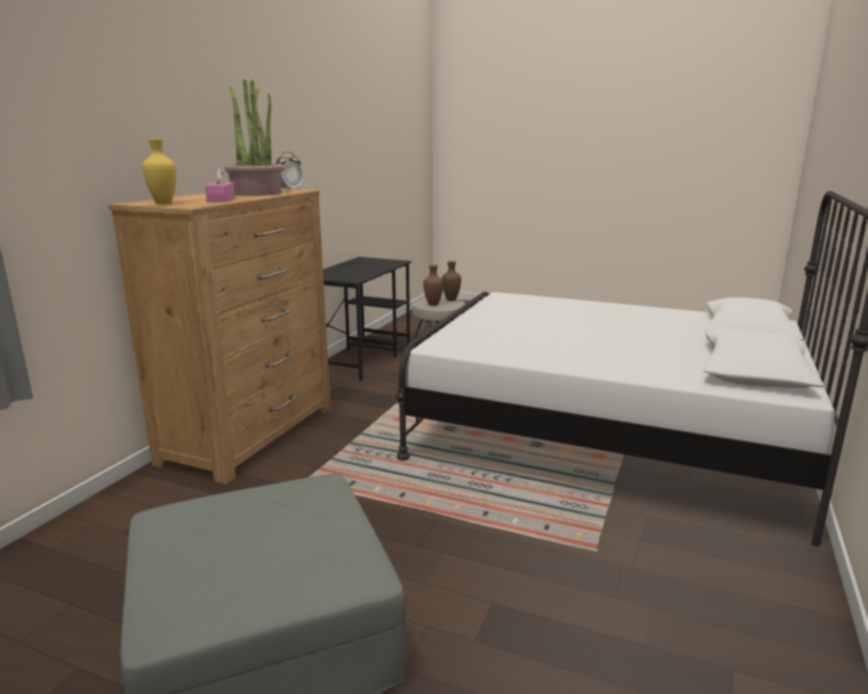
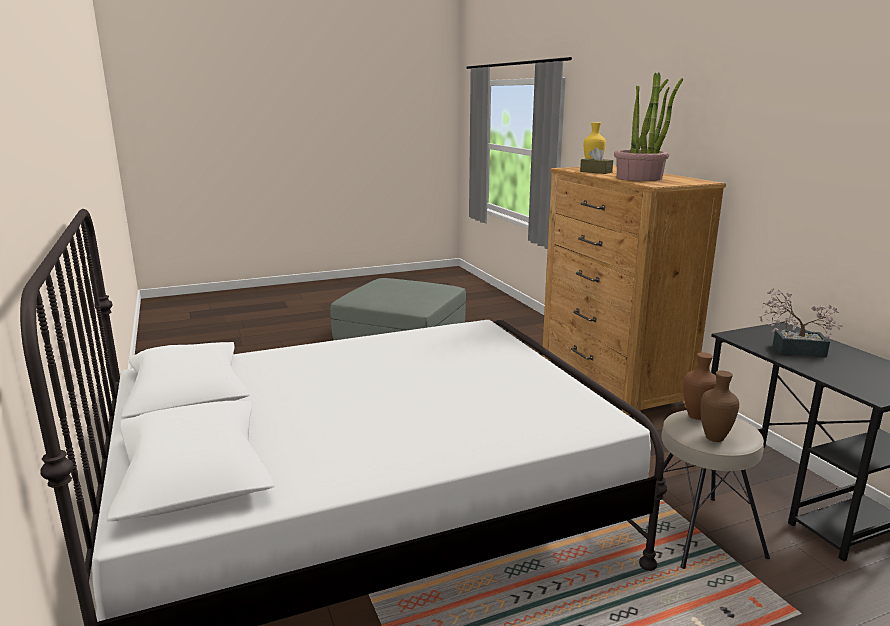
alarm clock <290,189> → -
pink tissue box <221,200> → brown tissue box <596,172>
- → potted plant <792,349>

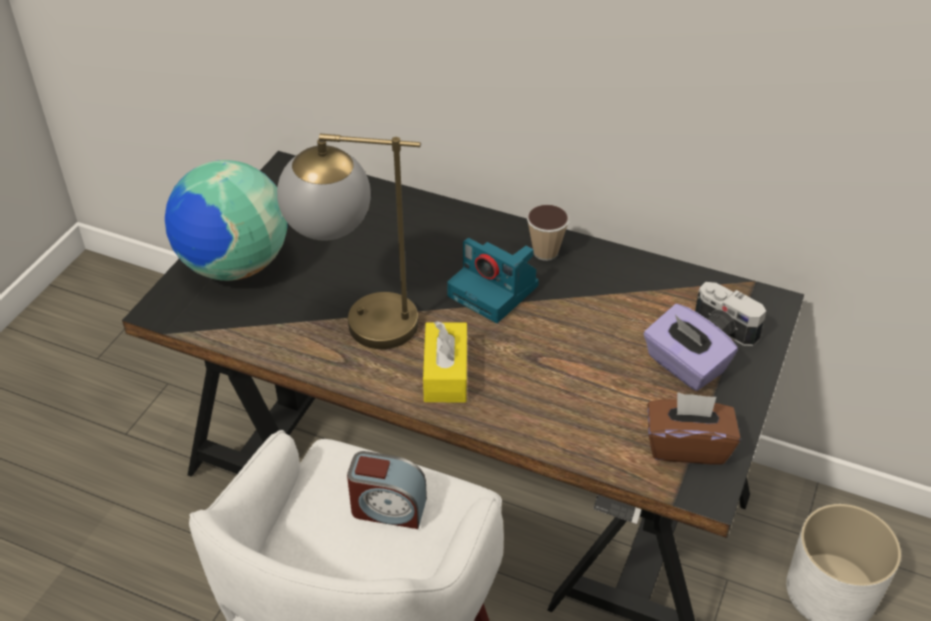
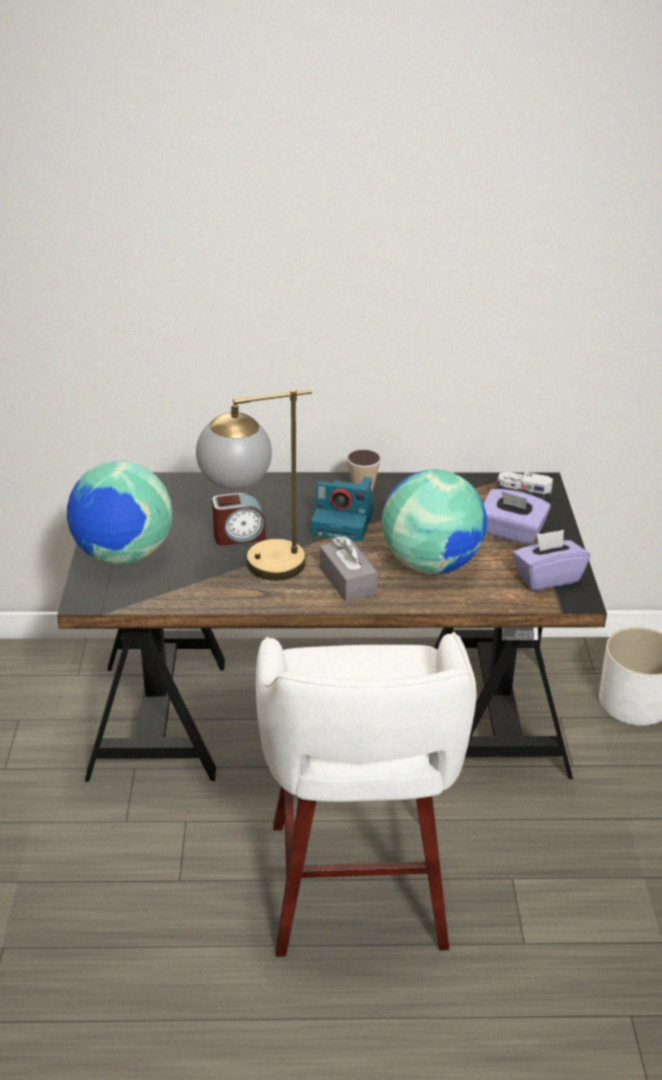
yellow tissue box <445,373> → grey tissue box <347,581>
brown tissue box <687,445> → purple tissue box <547,578>
alarm clock <388,508> → alarm clock <239,536>, relocated
- → globe <431,564>

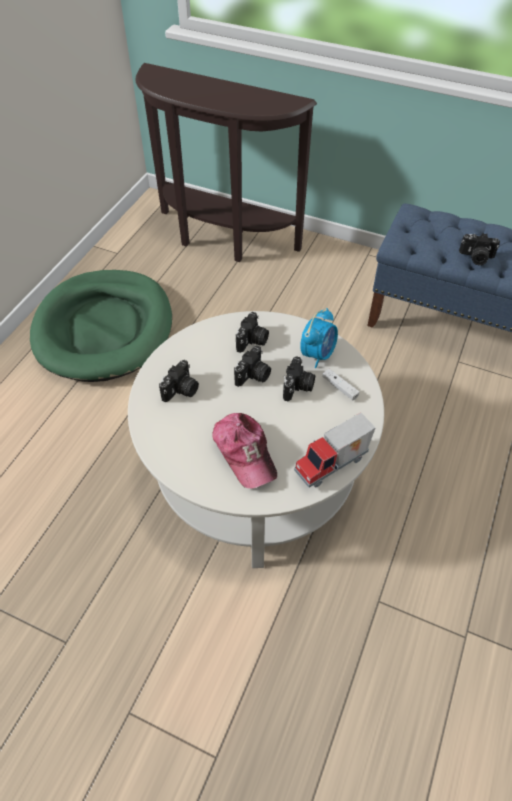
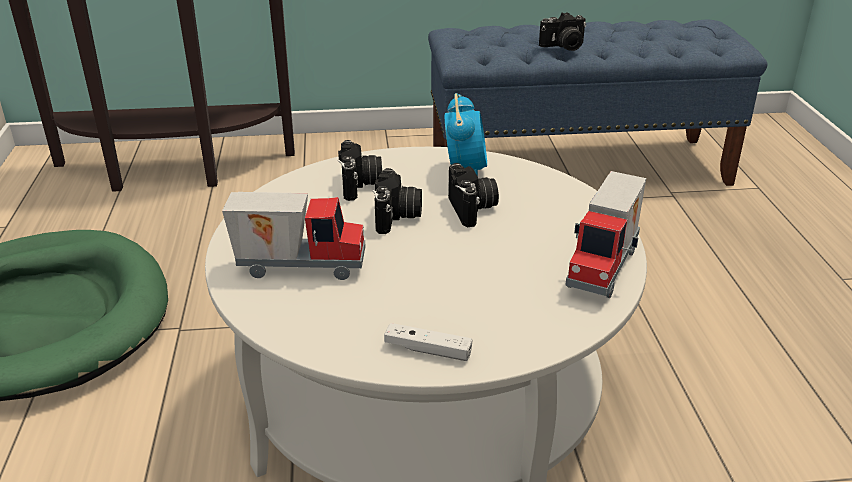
photo camera <181,391> → toy truck <300,265>
white game controller <340,387> → white game controller <428,350>, relocated
cap <244,453> → -

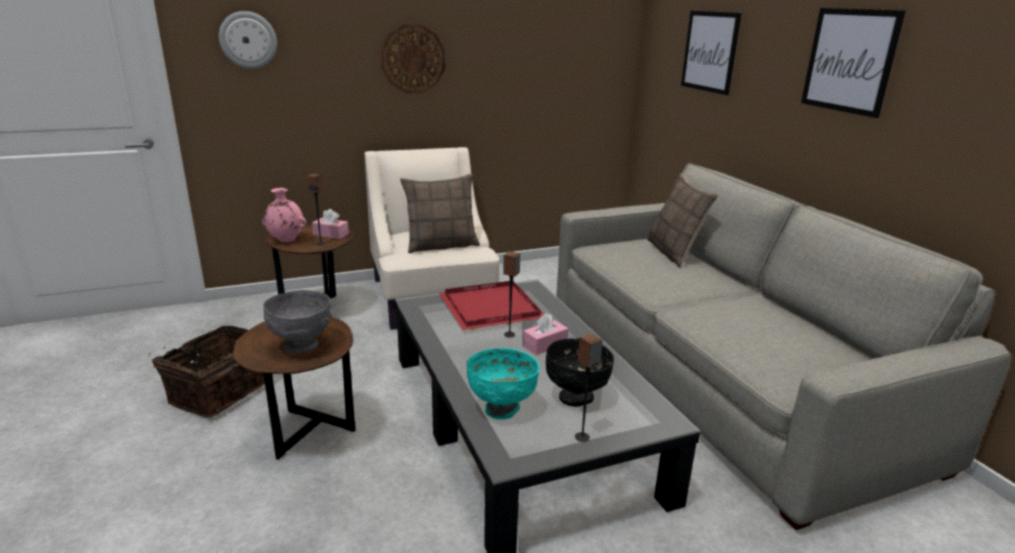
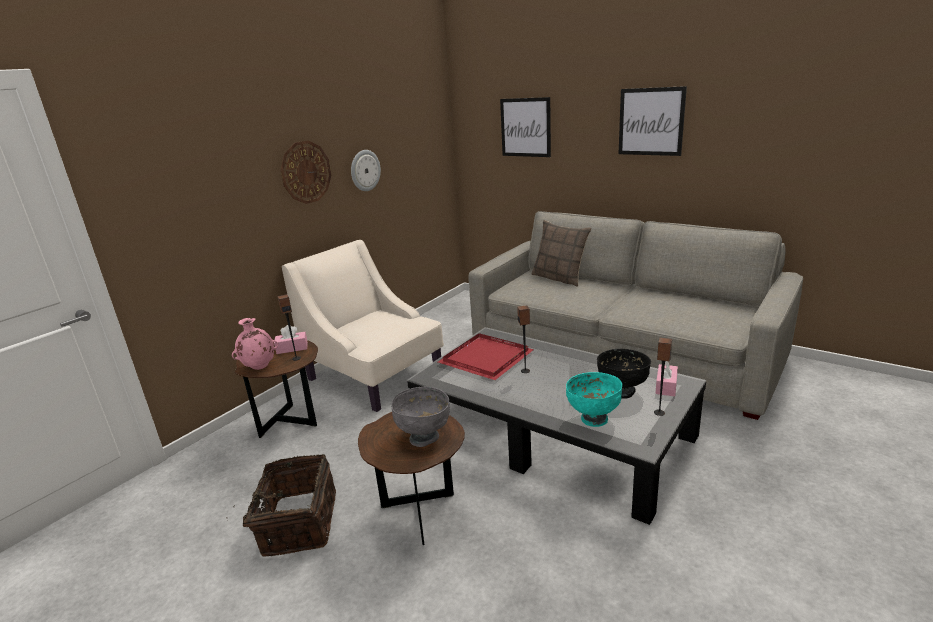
wall clock <248,40> → wall clock <365,170>, relocated
pillow <441,245> → -
pink tissue box <545,345> → pink tissue box <666,386>, relocated

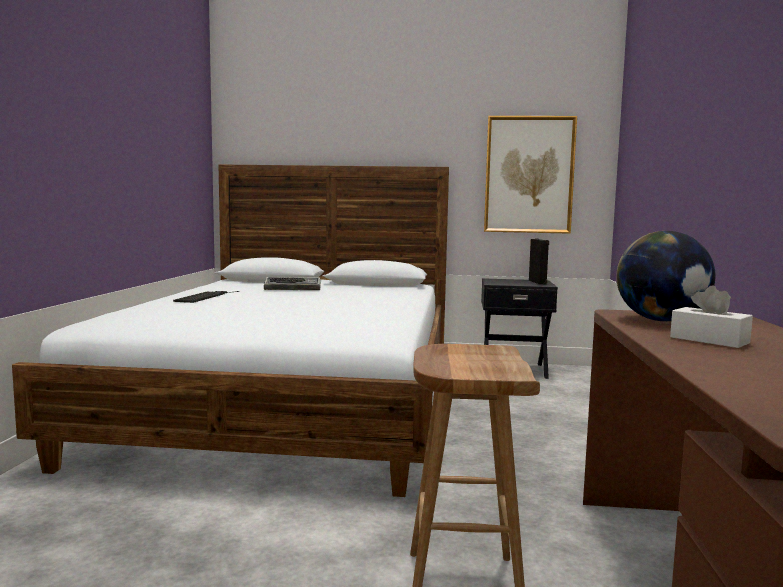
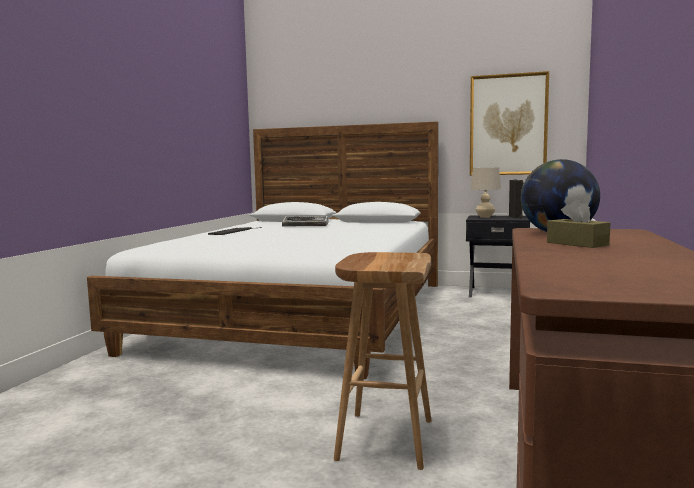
white tissue box <709,340> → brown tissue box <577,244>
- → beige table lamp <485,217>

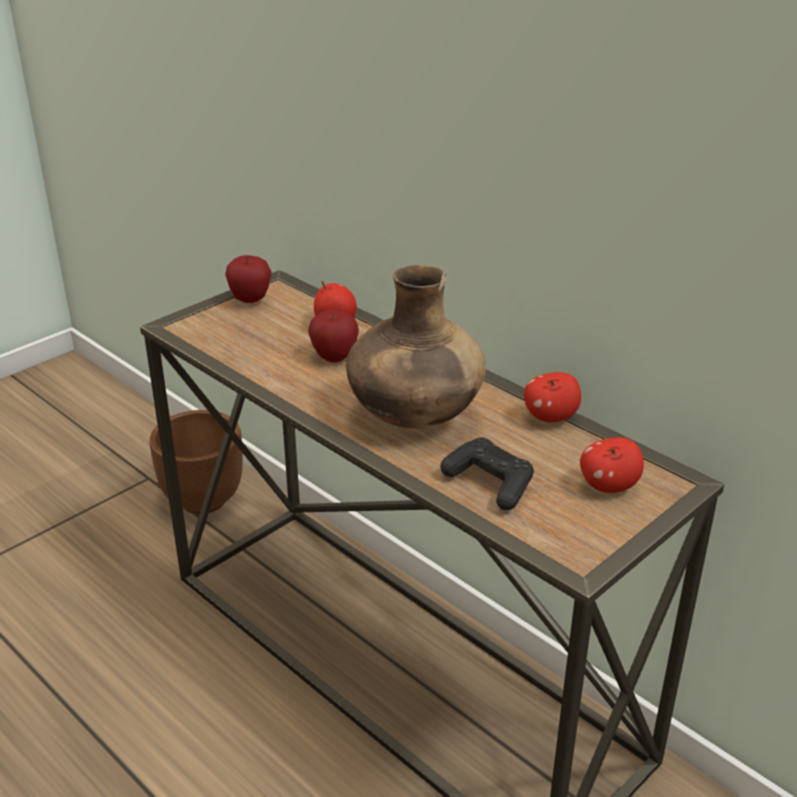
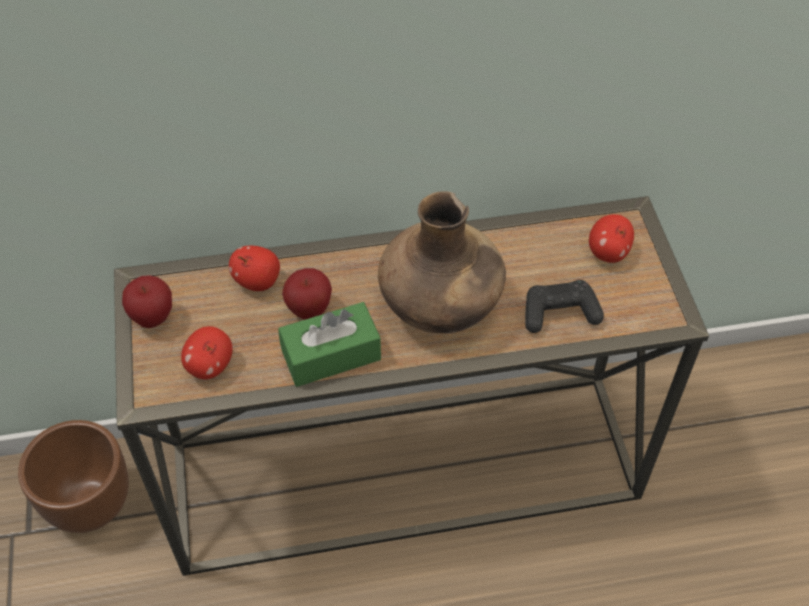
apple <550,417> → apple <210,366>, relocated
- → green tissue box <331,355>

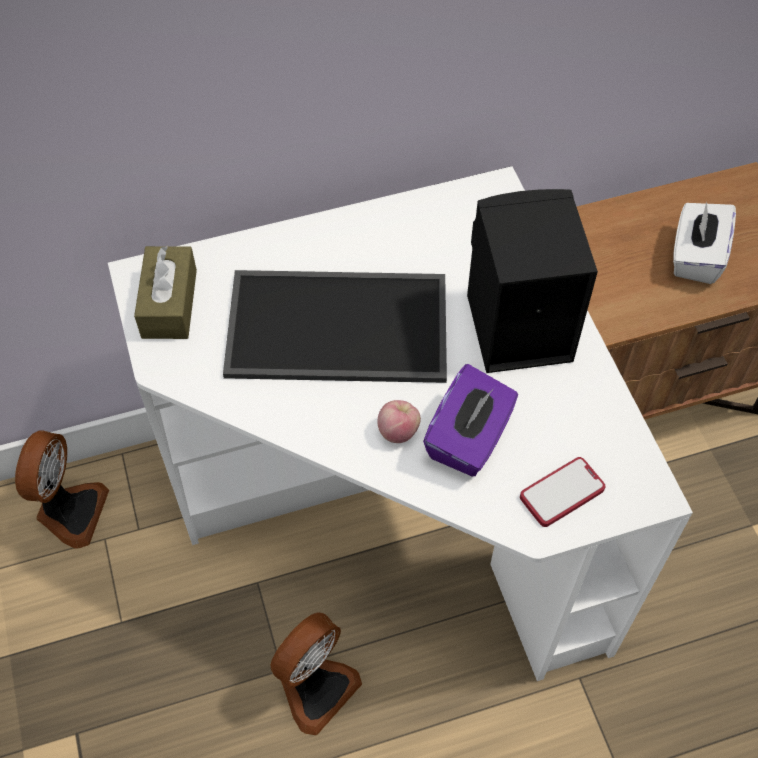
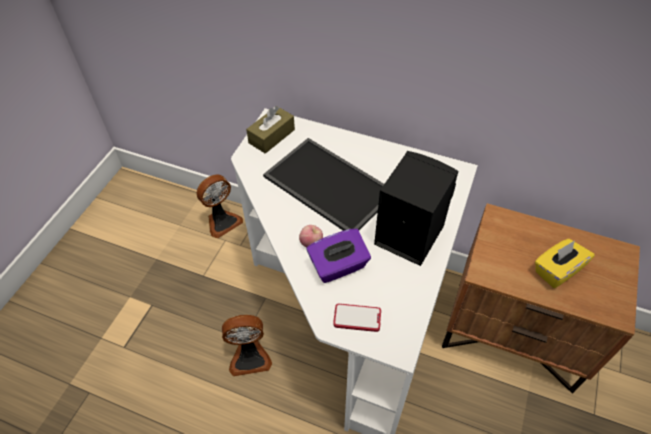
white tissue box <695,257> → yellow tissue box <557,270>

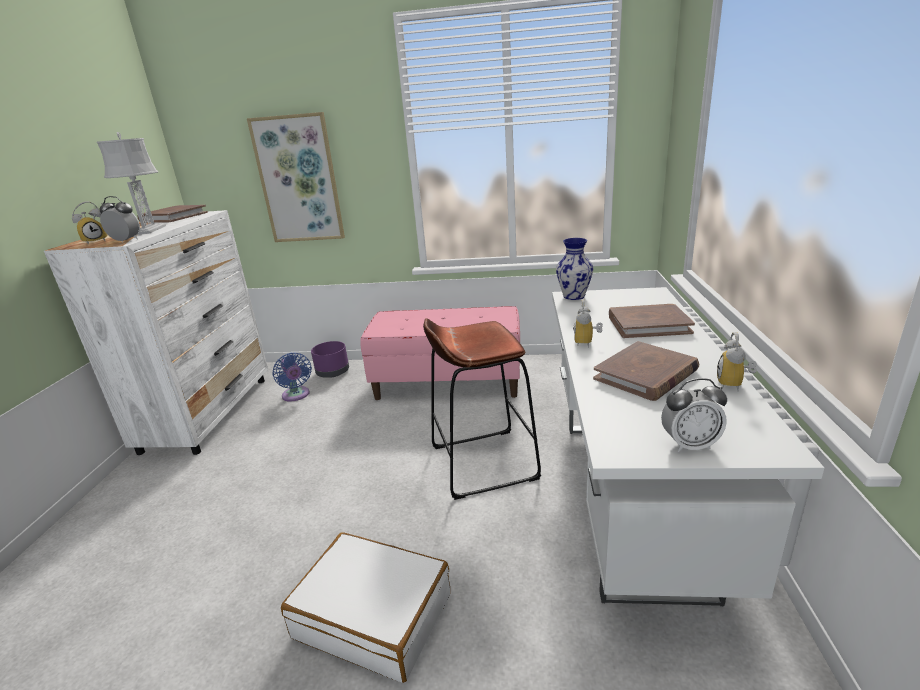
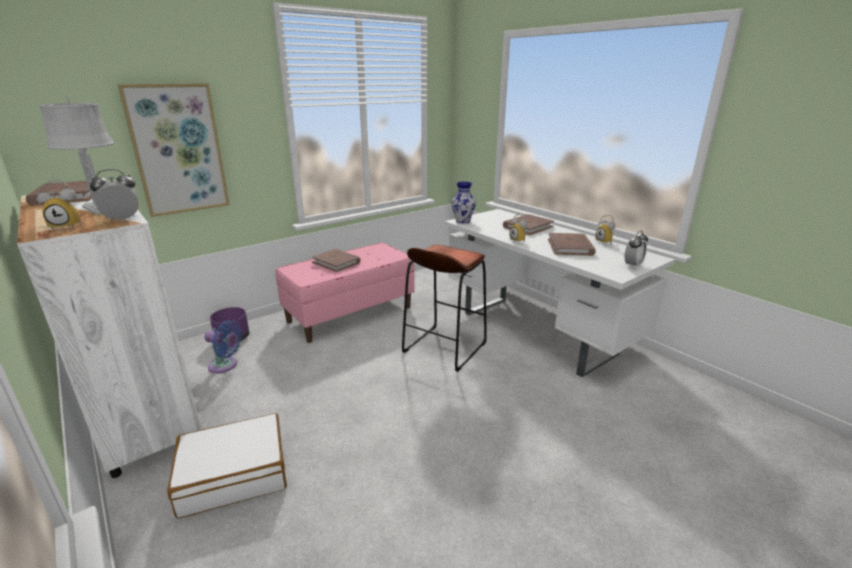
alarm clock <95,241> → alarm clock <68,226>, 75 degrees clockwise
white suitcase <374,615> → white suitcase <234,474>, relocated
- → brown book <336,262>

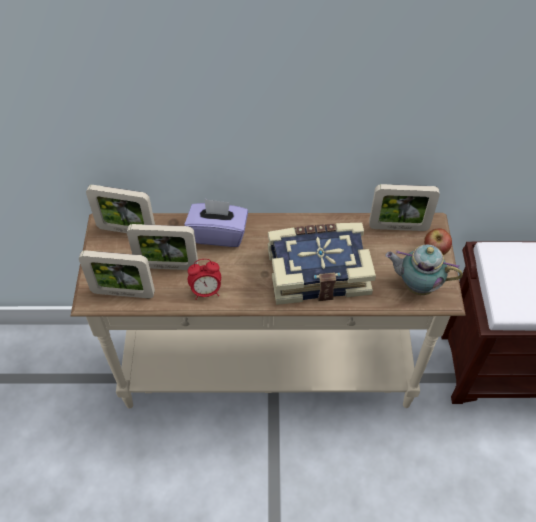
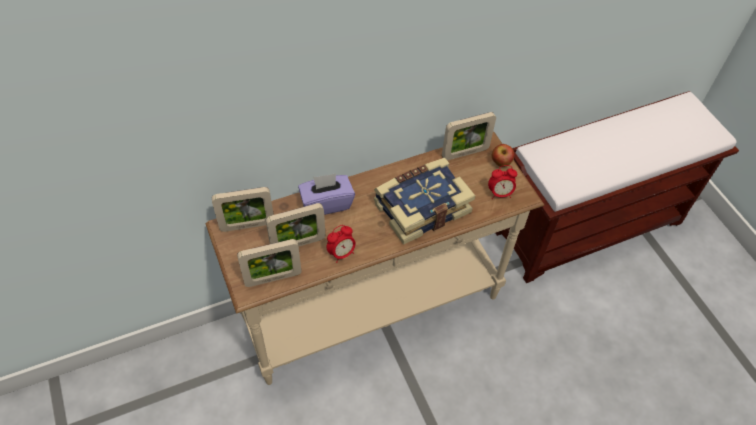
teapot <416,285> → alarm clock <500,193>

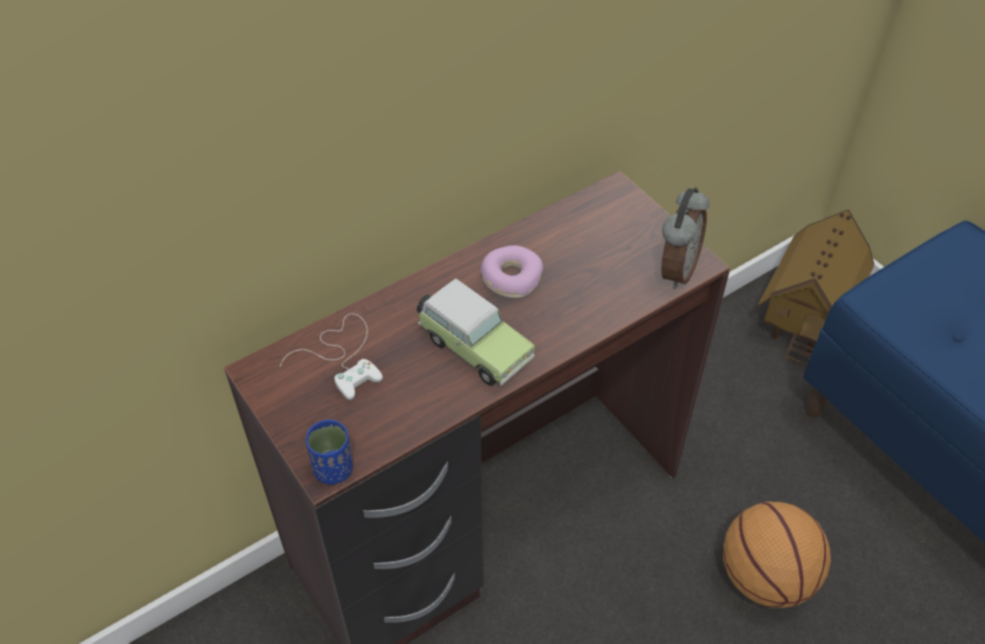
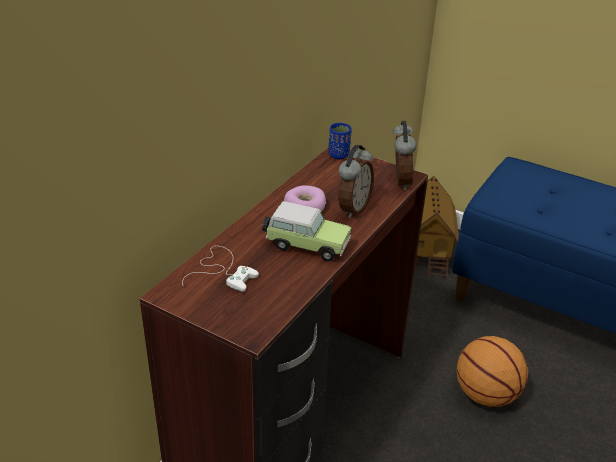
blue cup <333,469> → blue cup <338,155>, relocated
- → alarm clock <353,208>

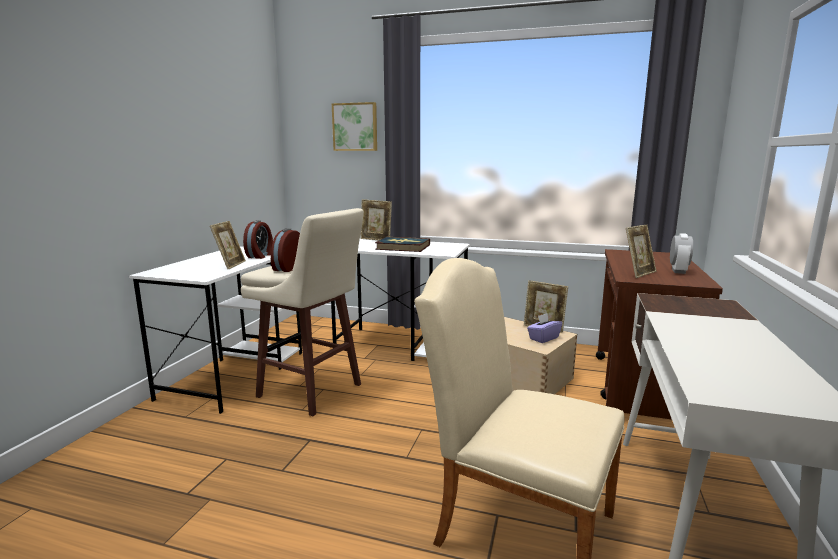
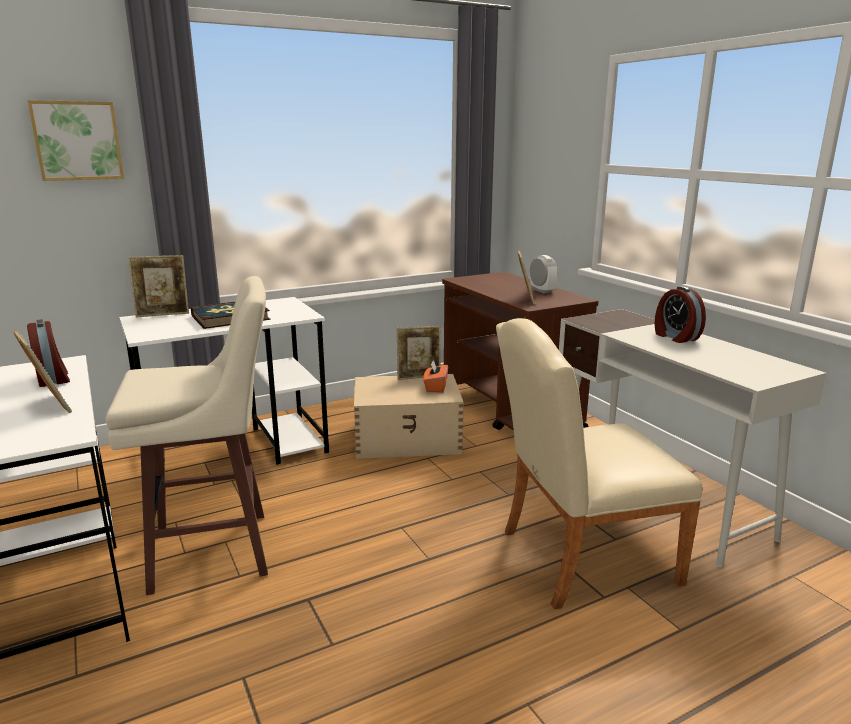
alarm clock <288,268> → alarm clock <675,337>, relocated
purple tissue box <543,338> → orange tissue box <435,387>

